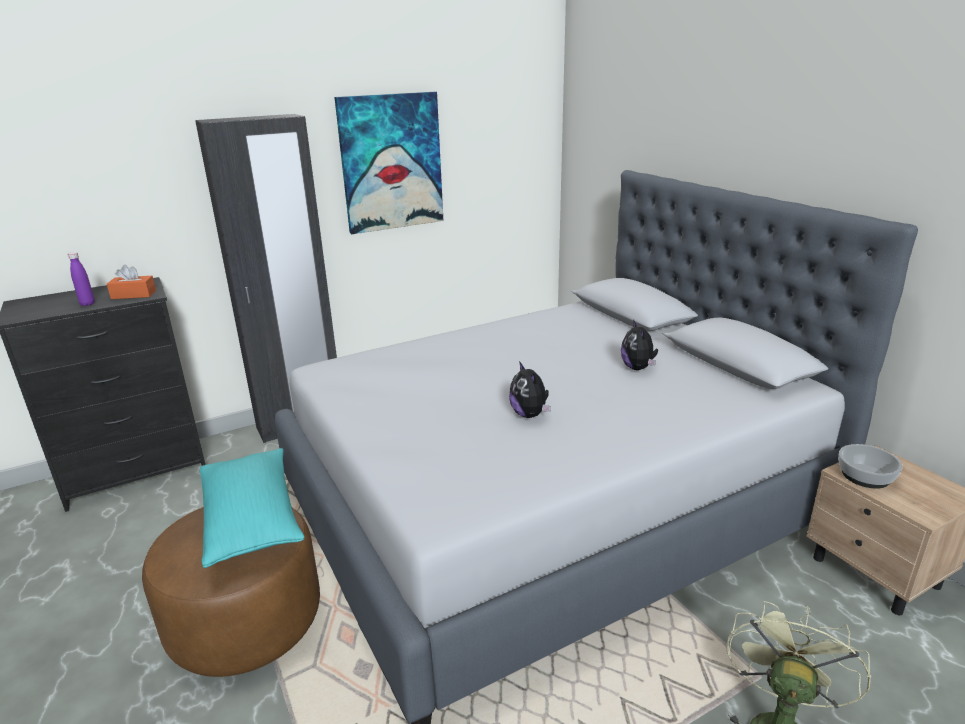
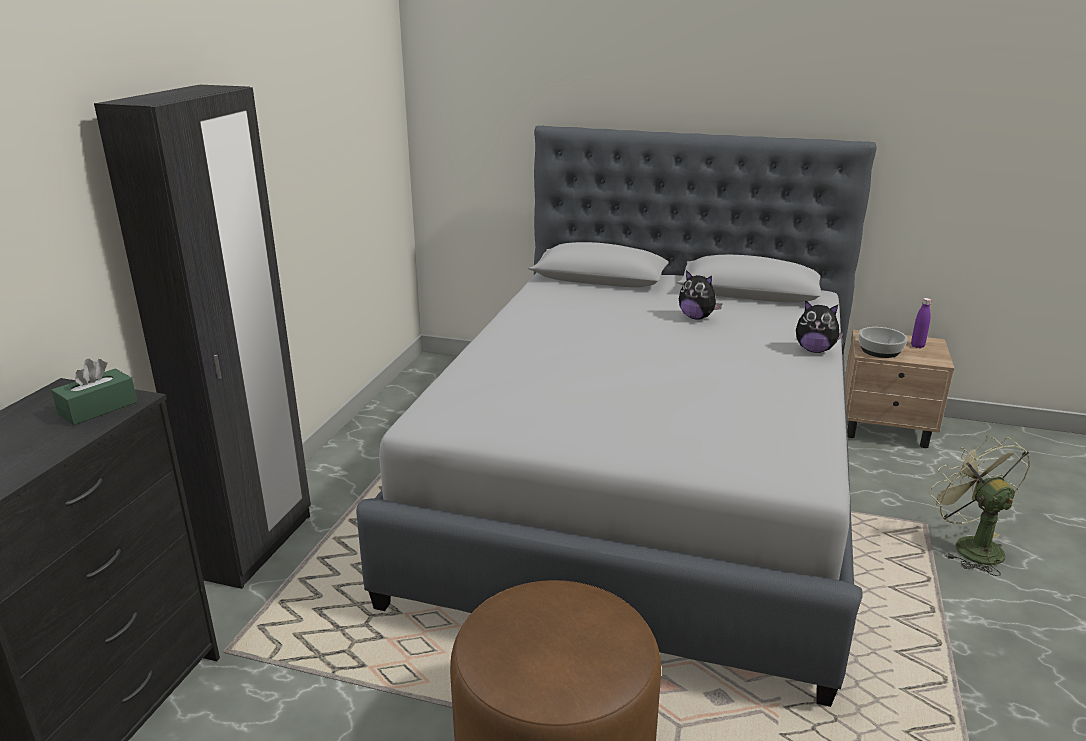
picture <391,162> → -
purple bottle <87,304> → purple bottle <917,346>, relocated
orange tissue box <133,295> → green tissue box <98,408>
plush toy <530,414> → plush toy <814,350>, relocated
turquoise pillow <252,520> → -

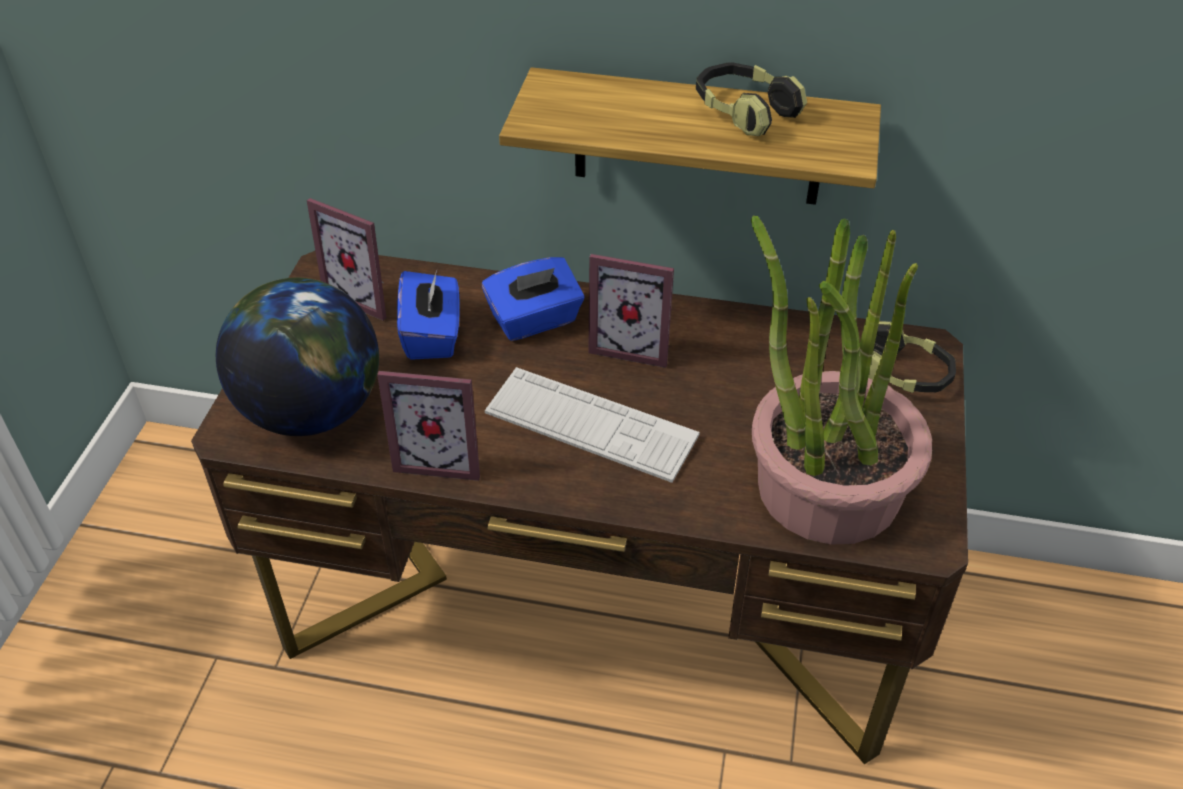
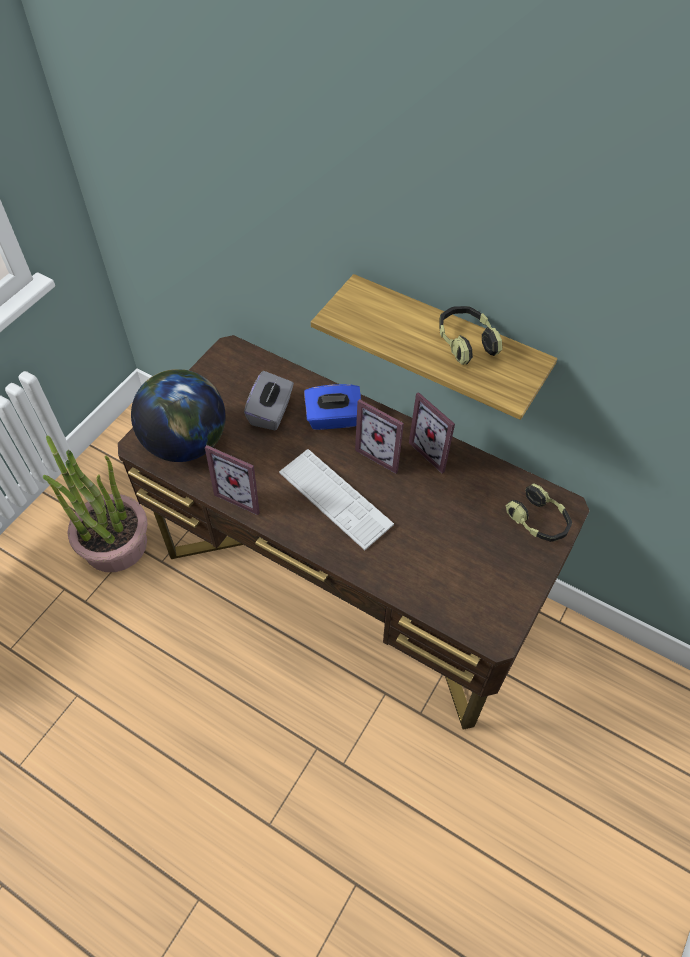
picture frame <366,295> → picture frame <435,450>, relocated
potted plant <826,487> → potted plant <115,544>, relocated
blue tissue box <432,335> → grey tissue box <271,412>

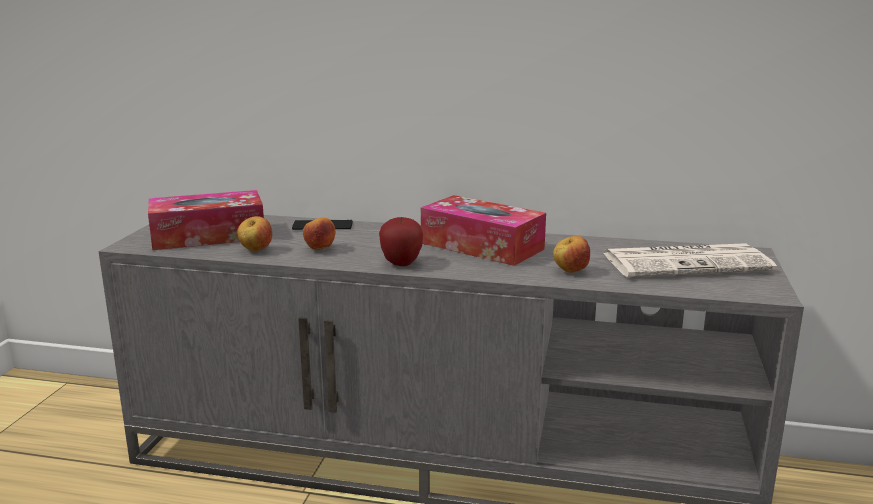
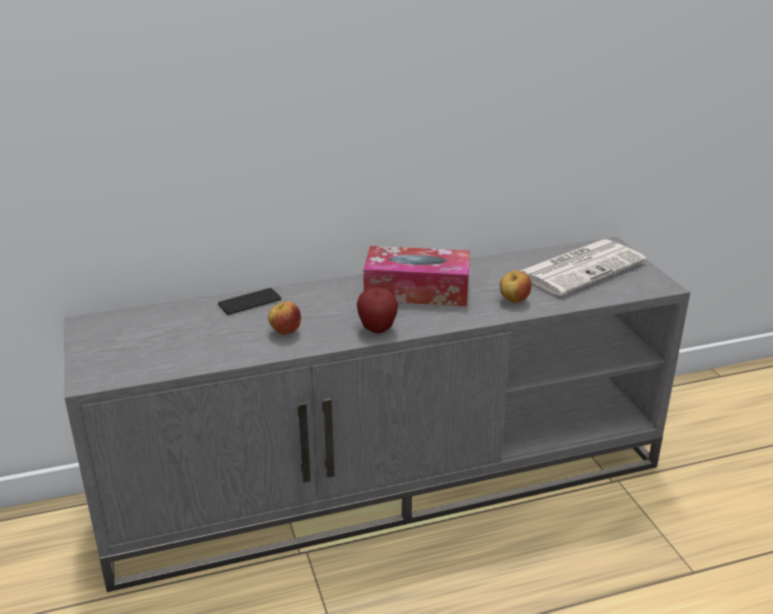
tissue box <208,236> → -
apple <255,250> → -

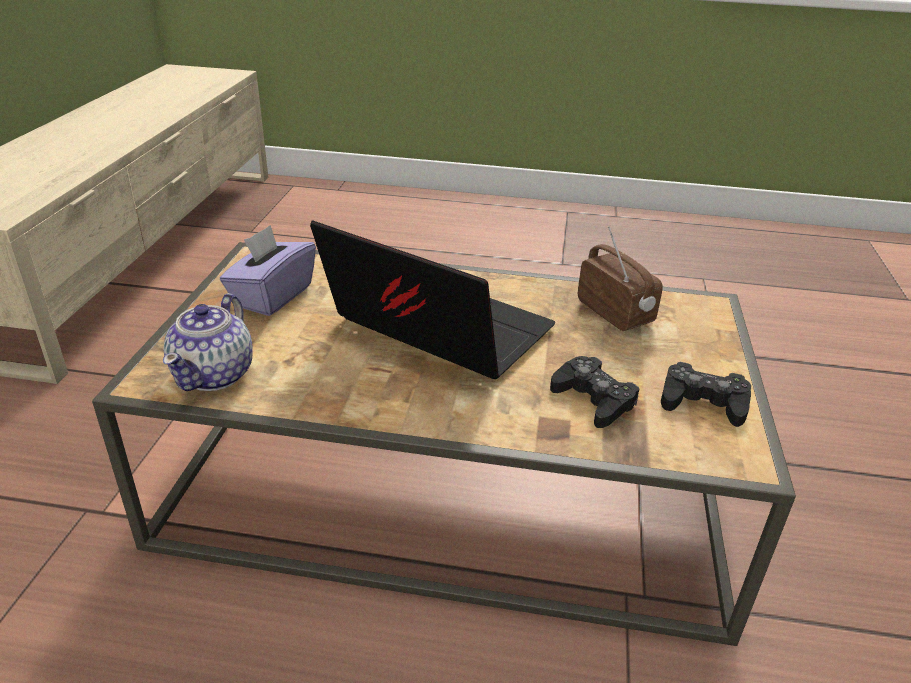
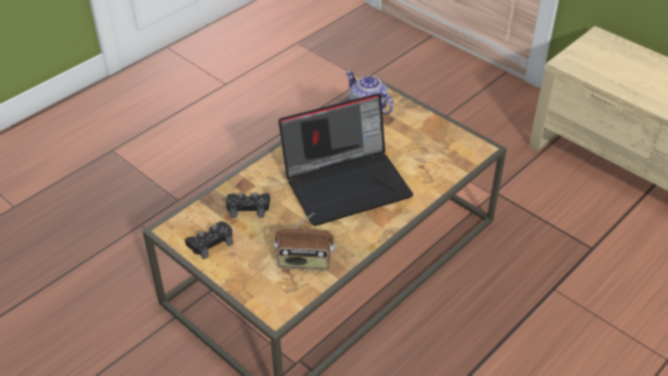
purple tissue box <272,296> → -

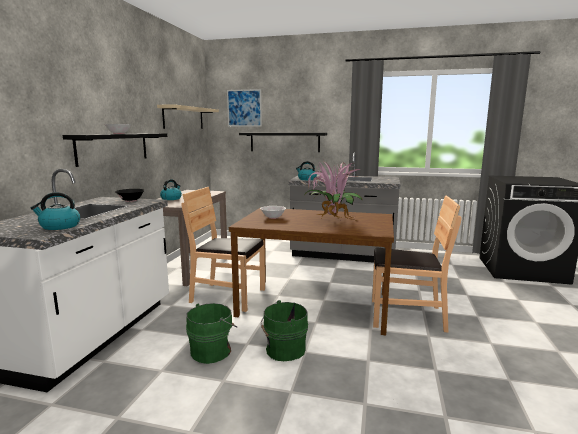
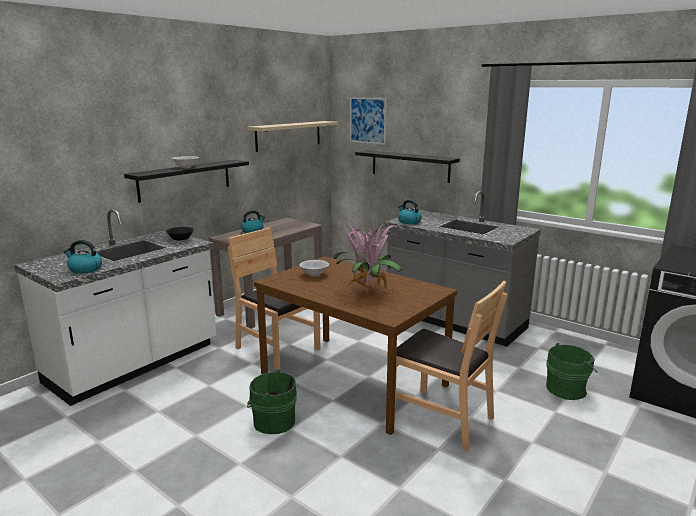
green bucket <212,351> → green bucket <567,389>, relocated

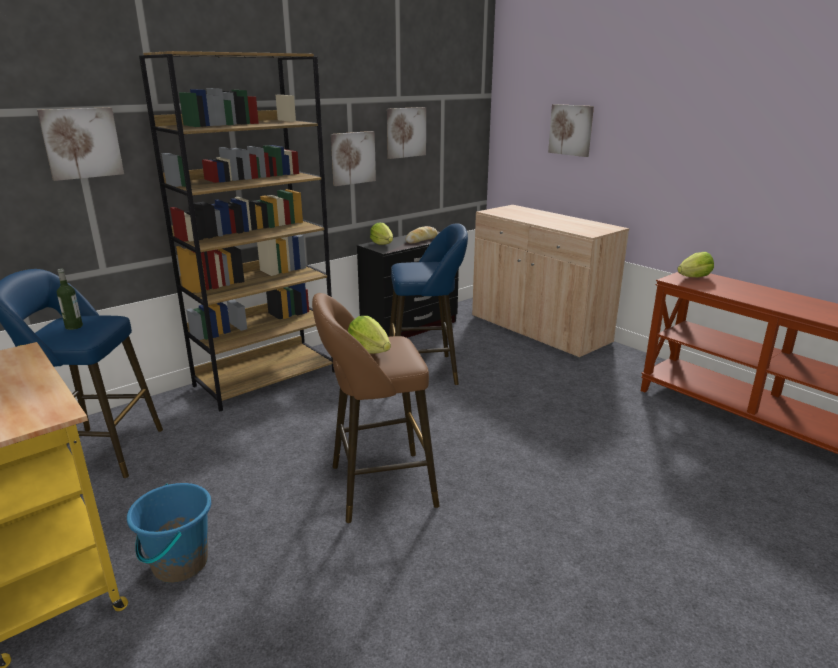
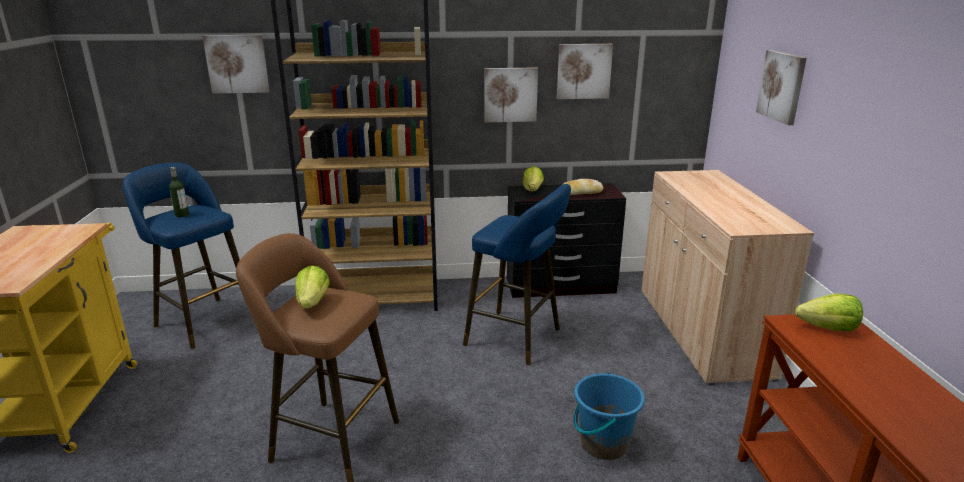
blue bucket <180,564> → blue bucket <603,444>, relocated

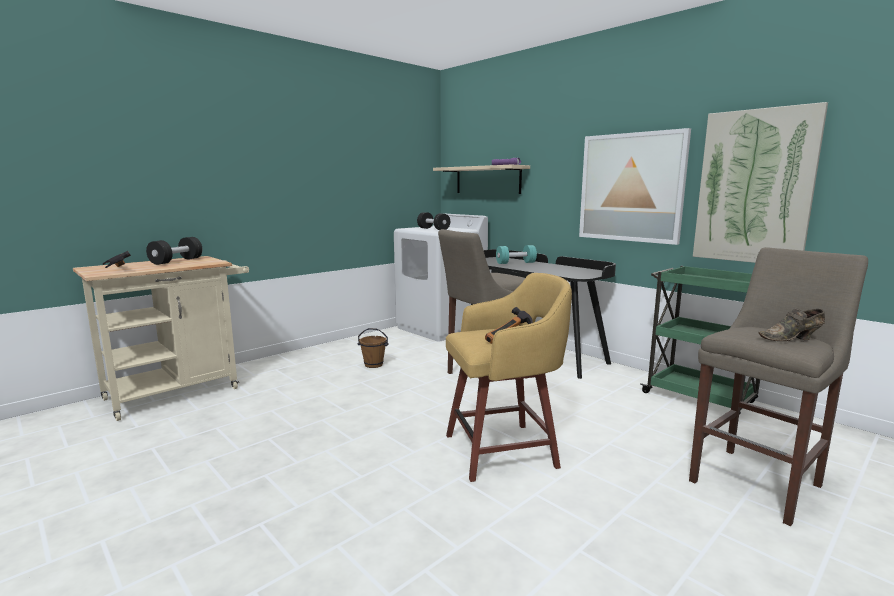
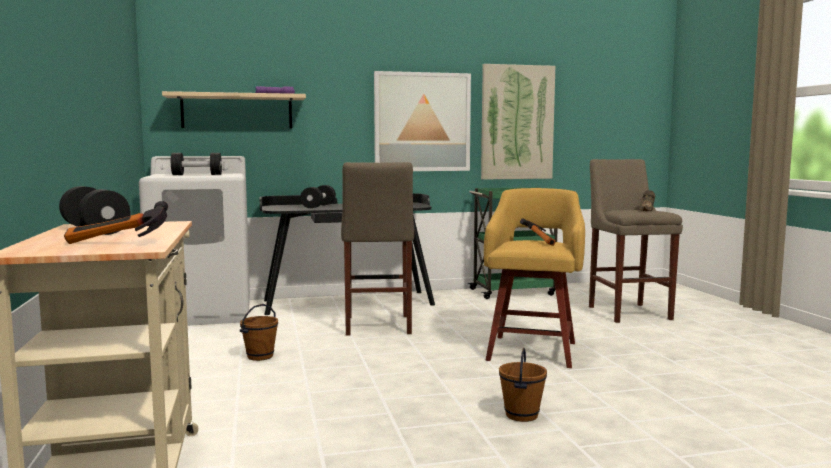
turquoise dumbbell <515,263> → black dumbbell <318,206>
- → brown bucket <521,415>

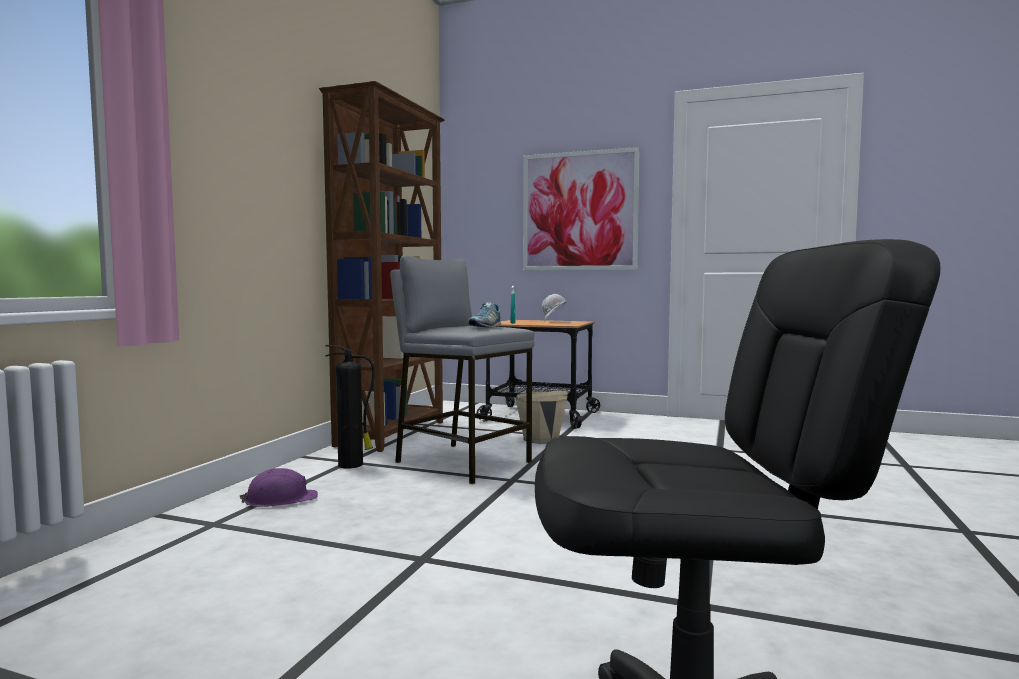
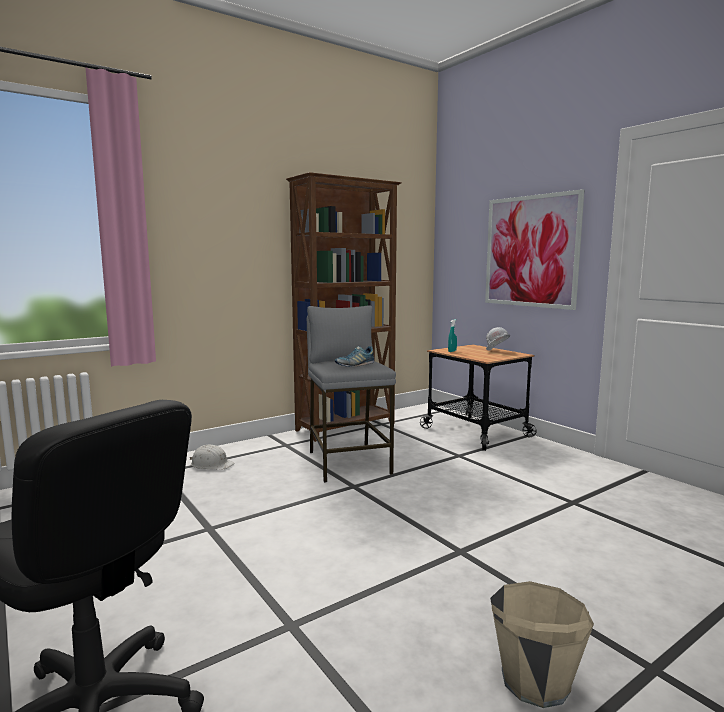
fire extinguisher <352,465> → -
beige bucket <541,439> → beige bucket <535,681>, relocated
purple hard hat <280,499> → white hard hat <211,464>

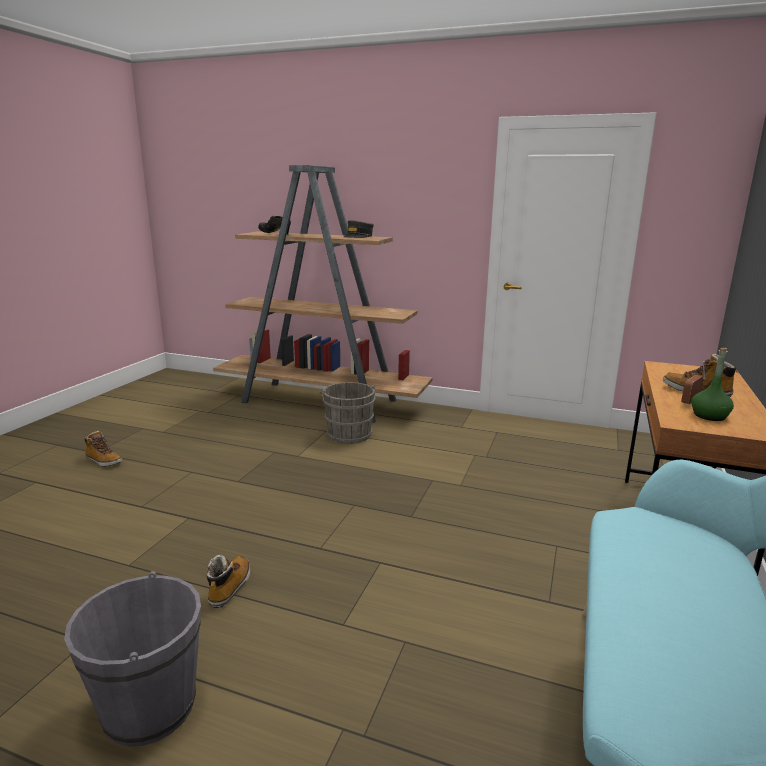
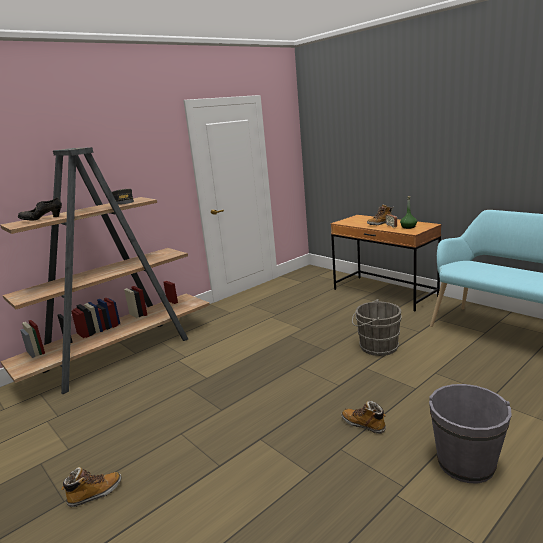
grey bucket <348,433> → grey bucket <376,346>, relocated

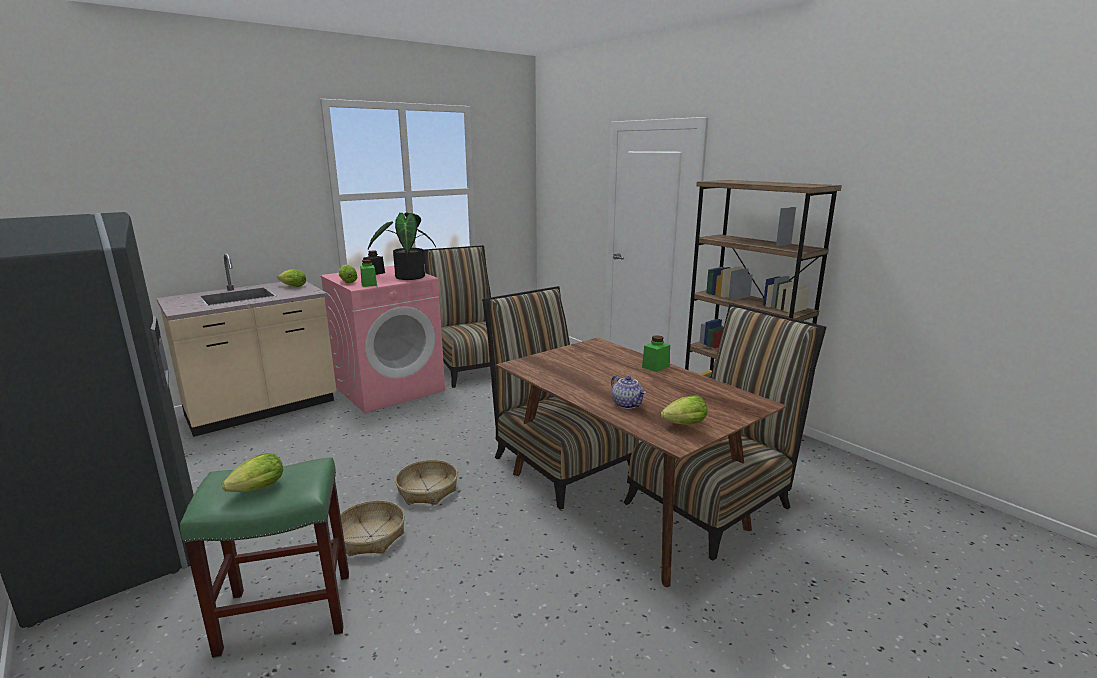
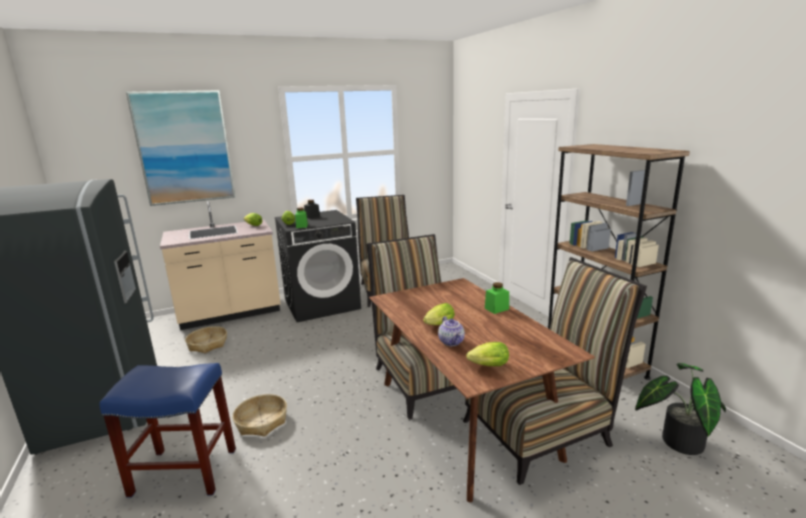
potted plant <407,276> → potted plant <677,440>, relocated
pink washing machine <390,388> → black washing machine <322,304>
lettuce <255,490> → lettuce <438,325>, relocated
green stool <288,611> → blue stool <185,471>
basket <427,490> → basket <208,344>, relocated
- → picture <184,148>

